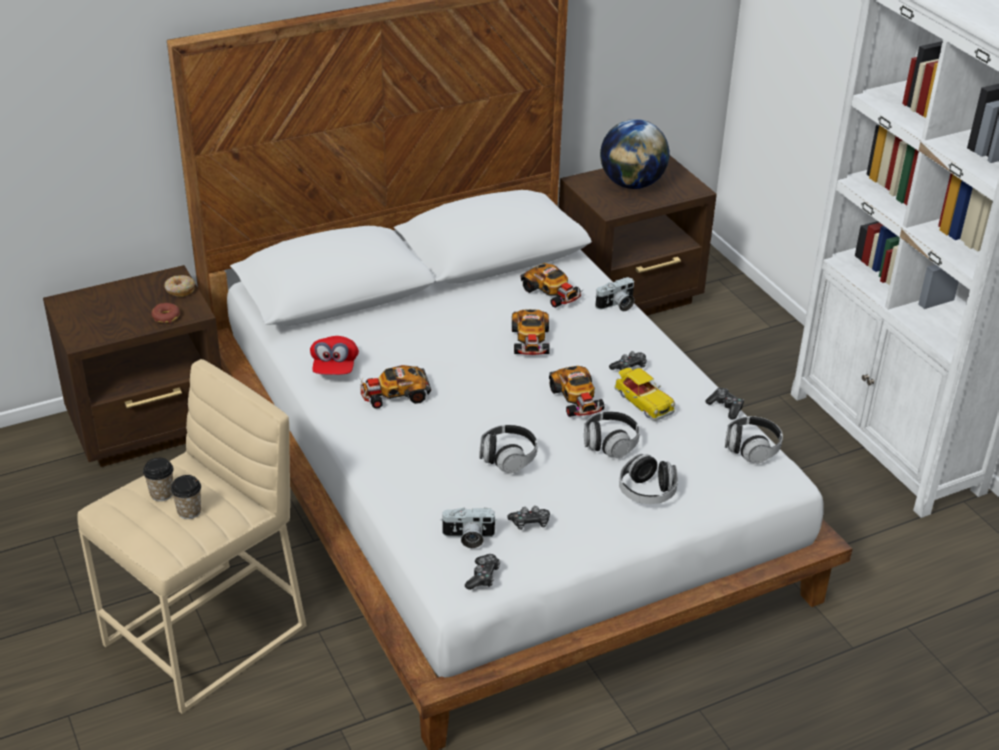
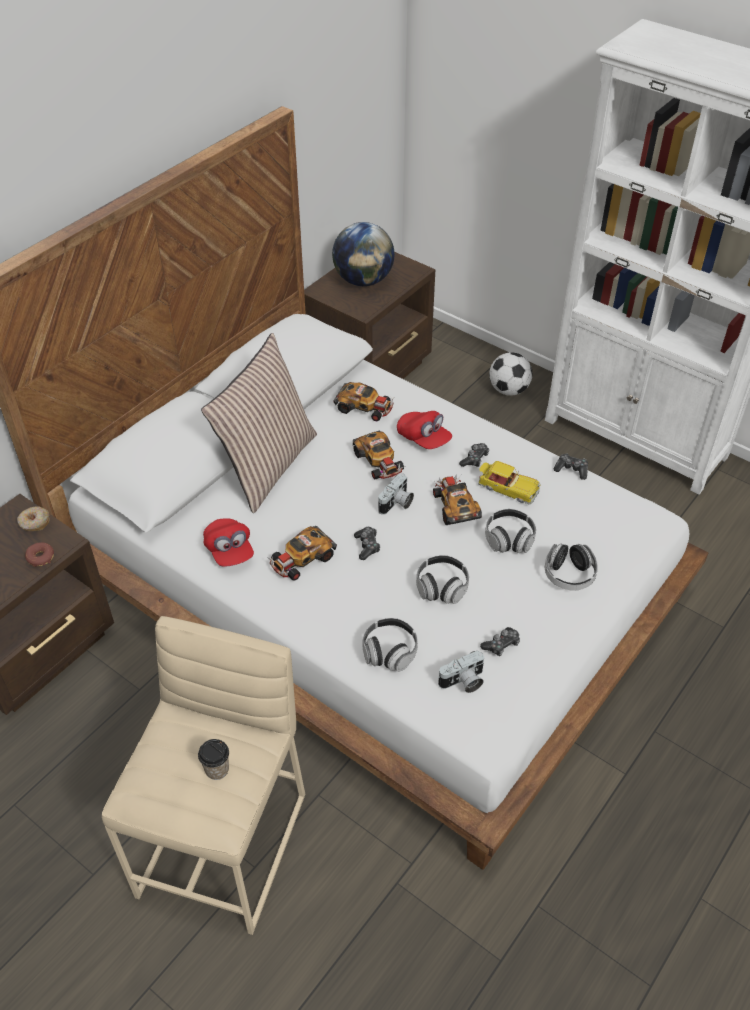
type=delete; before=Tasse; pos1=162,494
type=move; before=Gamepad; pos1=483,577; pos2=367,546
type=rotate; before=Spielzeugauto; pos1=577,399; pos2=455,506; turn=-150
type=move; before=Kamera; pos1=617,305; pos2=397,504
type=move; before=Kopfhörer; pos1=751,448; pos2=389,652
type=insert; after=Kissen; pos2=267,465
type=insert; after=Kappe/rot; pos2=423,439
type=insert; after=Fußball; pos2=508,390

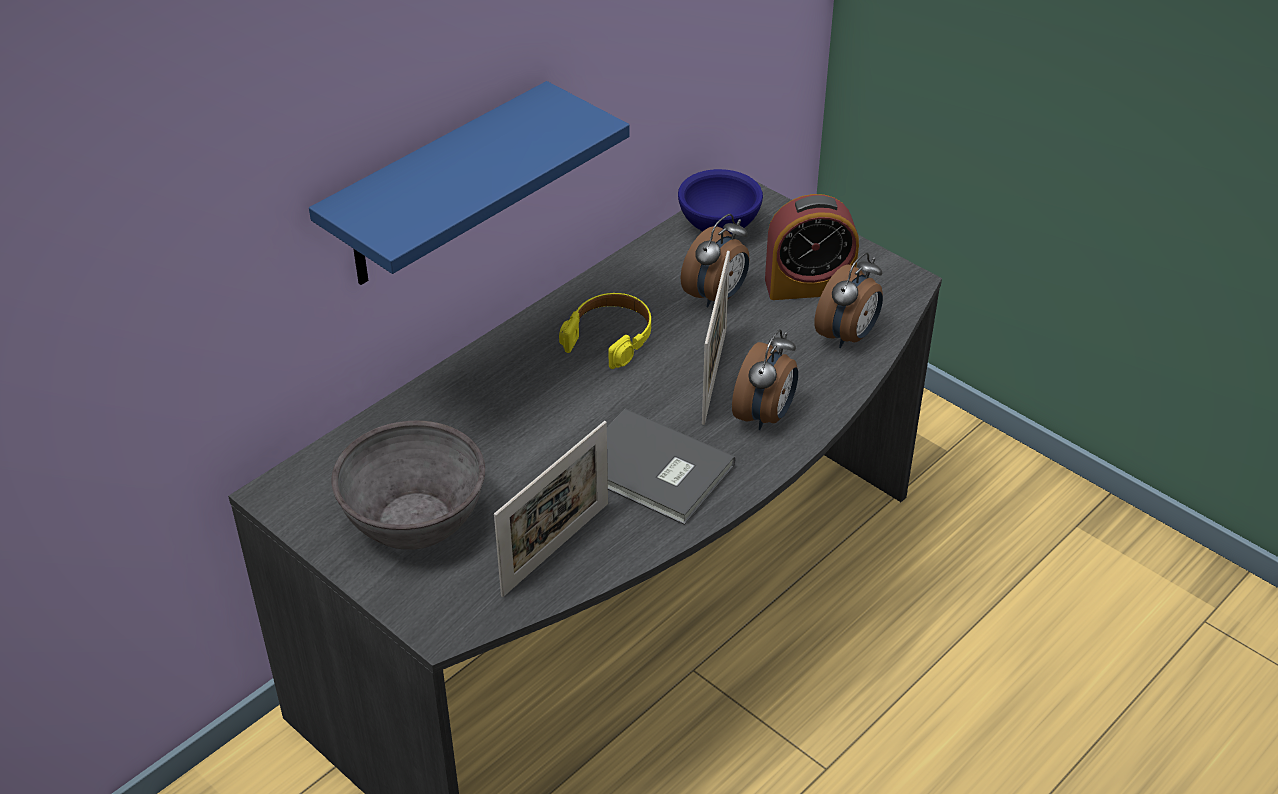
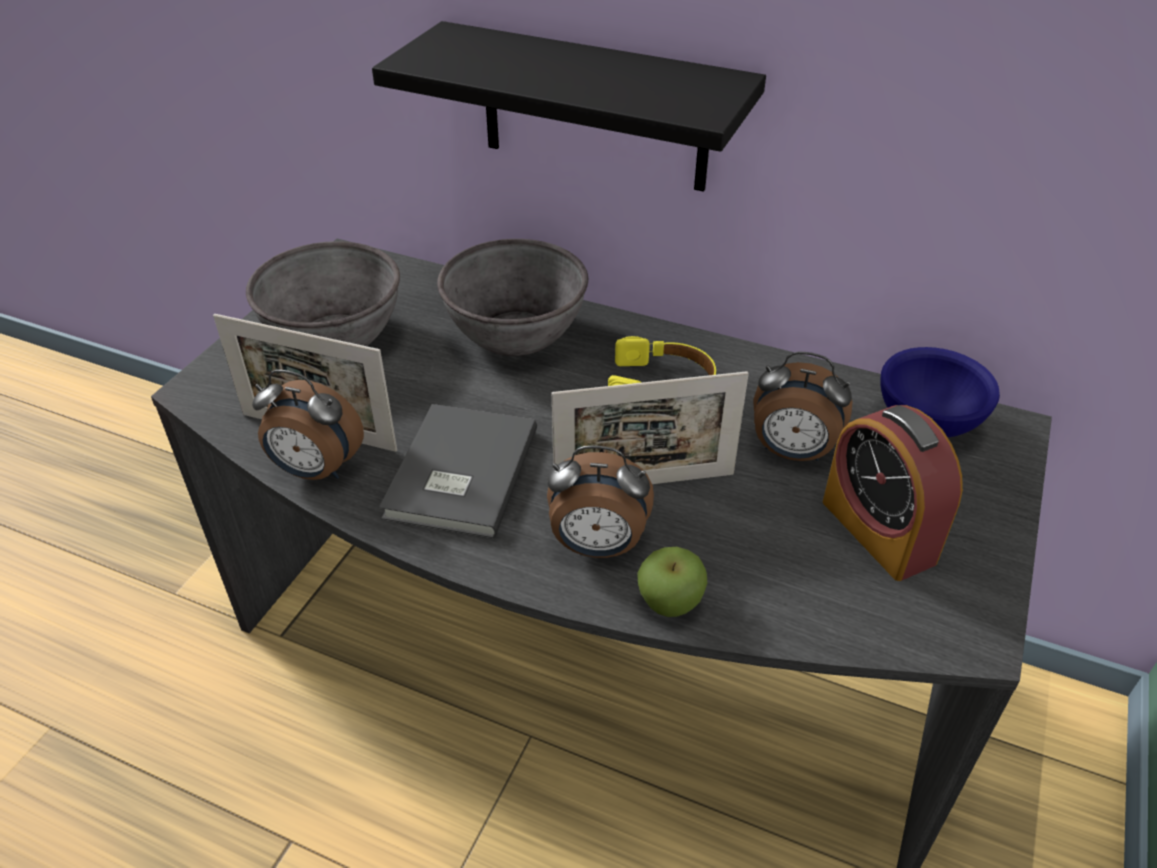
type=recolor; before=Wandregal/blau; after=Wandregal/schwarz; pos1=438,188; pos2=594,109
type=move; before=Wecker; pos1=848,336; pos2=315,470
type=insert; after=Schüssel/grau; pos2=516,333
type=insert; after=Apfel; pos2=670,604

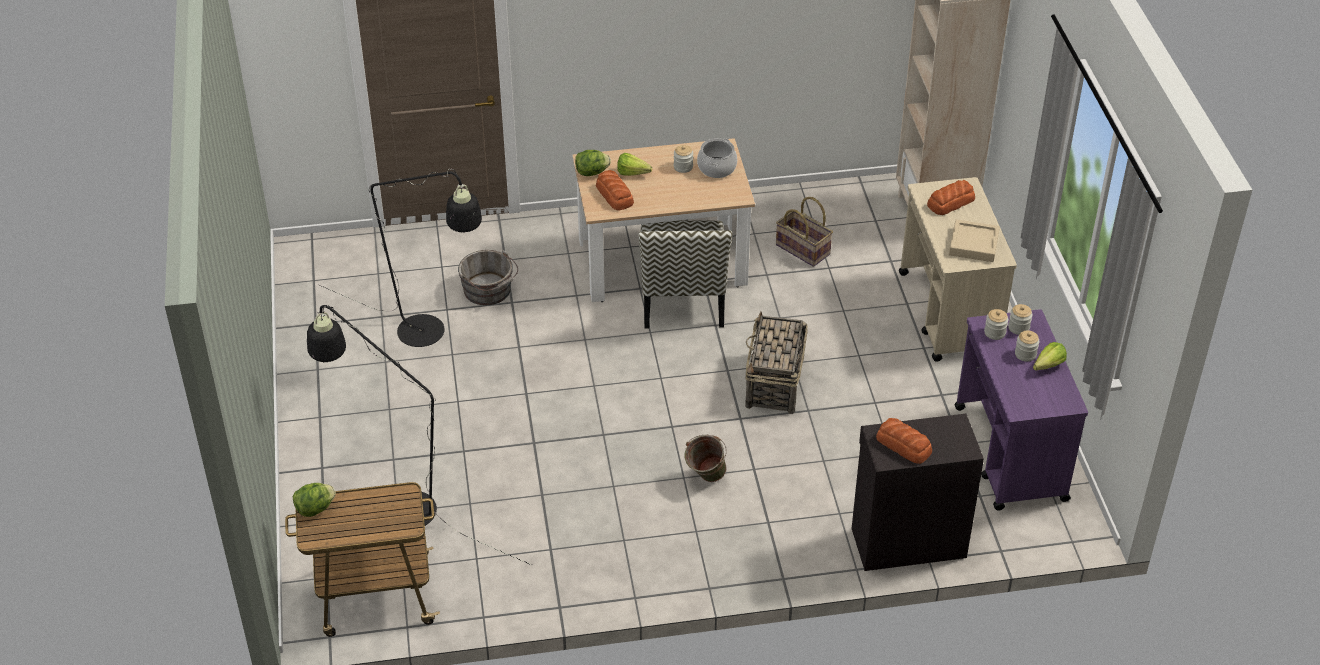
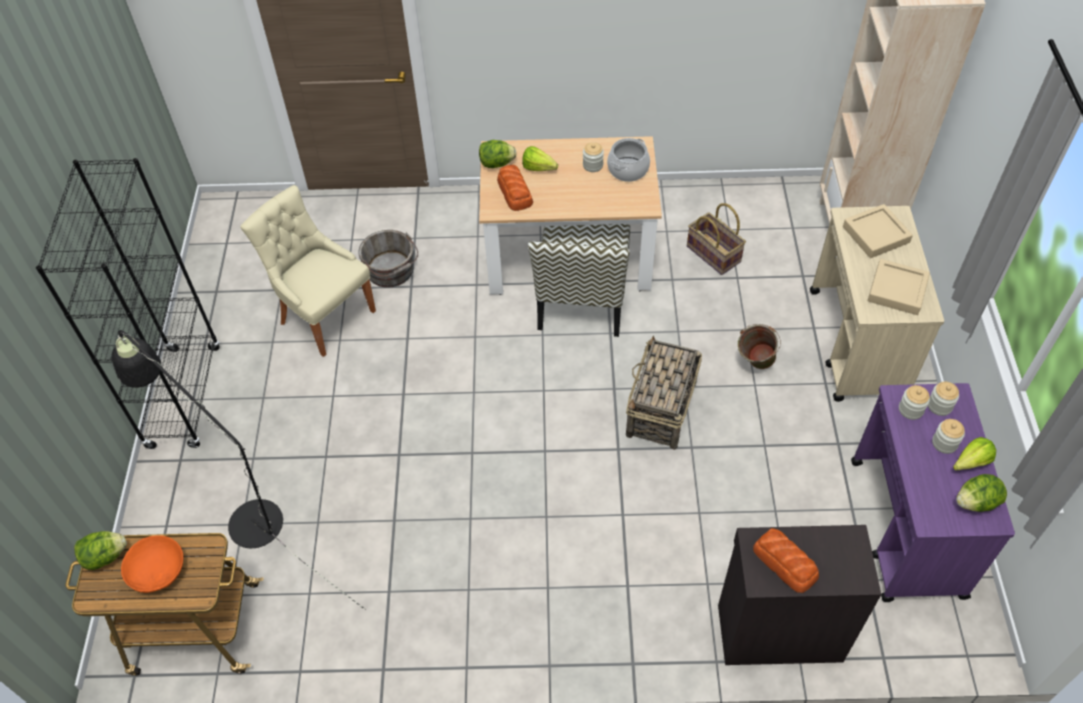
type=replace; before=Stehlampe/schwarz; after=Stuhl/beige; pos1=431,335; pos2=324,315
type=move; before=Eimer/grün; pos1=705,479; pos2=754,365
type=replace; before=Brot; after=Tablett/beige; pos1=950,202; pos2=875,234
type=insert; after=Bücherregal/schwarz; pos2=184,397
type=insert; after=Schüssel/orange; pos2=158,571
type=insert; after=Salatkopf; pos2=976,502

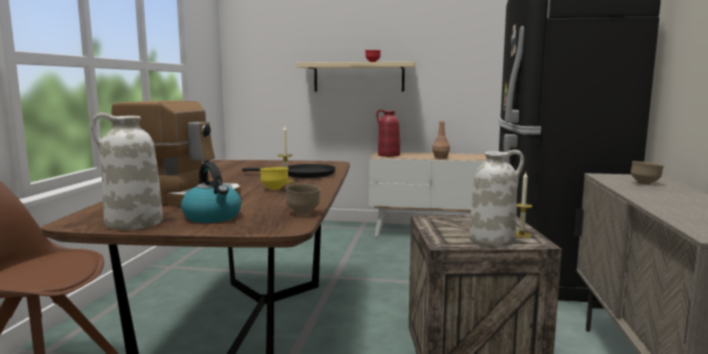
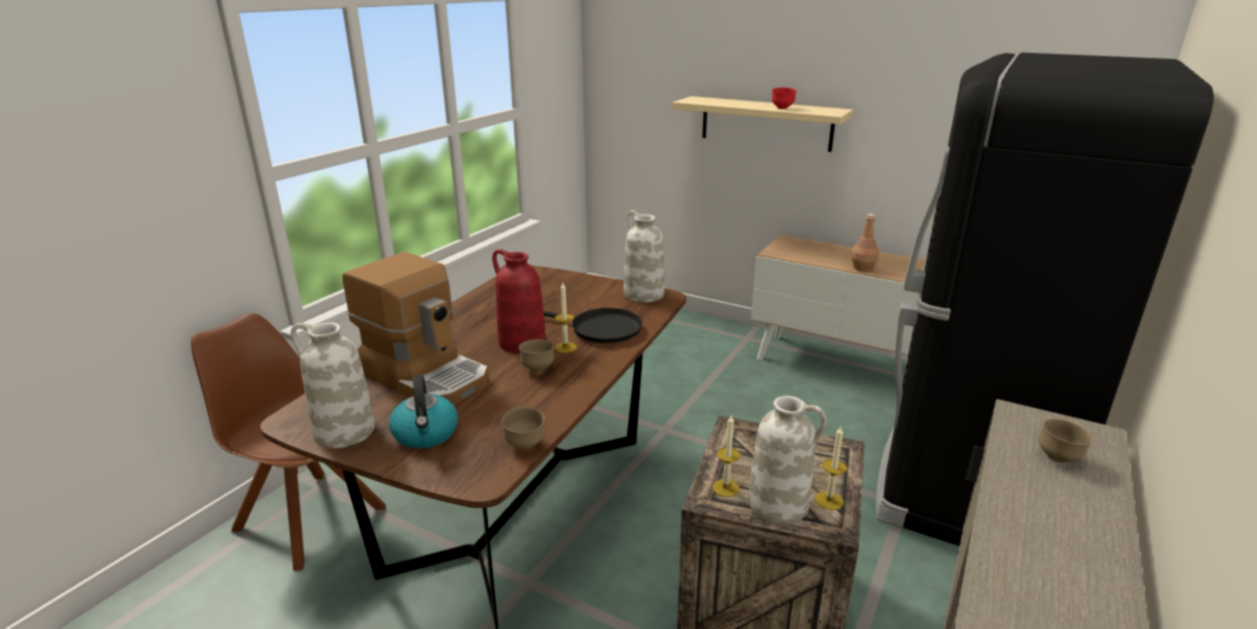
type=recolor; before=Schüssel/gelb; after=Schüssel/braun; pos1=274,189; pos2=538,369
type=move; before=Vase/rot; pos1=388,155; pos2=521,342
type=insert; after=Vase/weiß; pos2=643,294
type=insert; after=Kerze; pos2=726,488

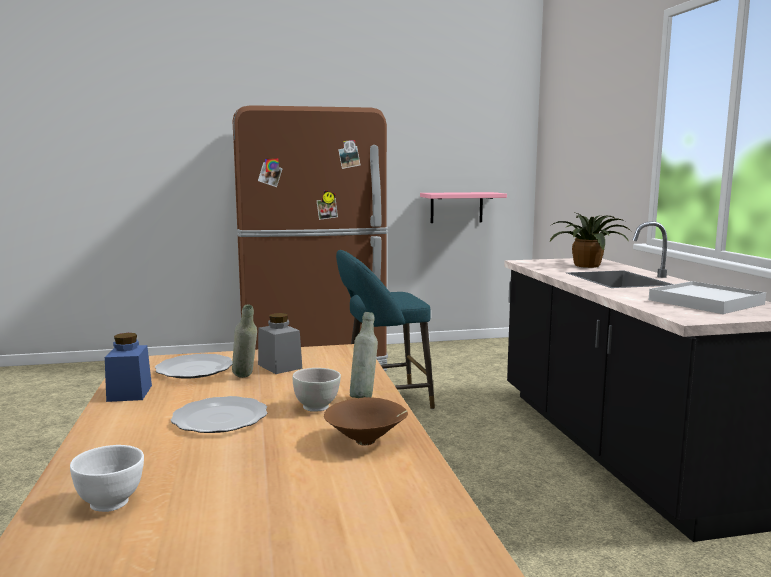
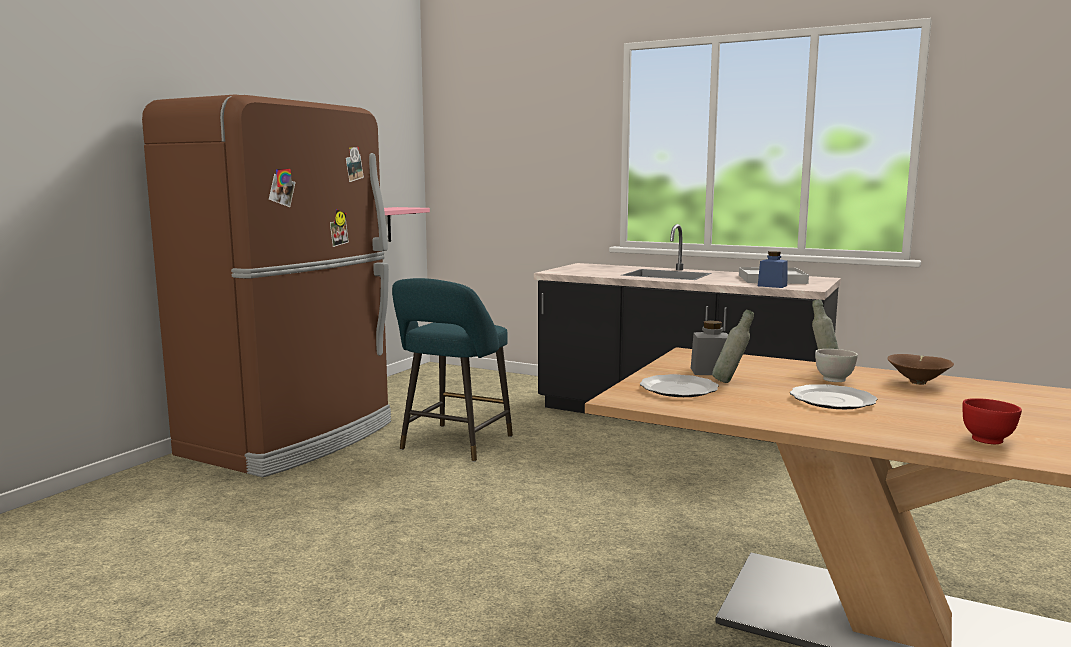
type=recolor; before=Schüssel/weiß; after=Schüssel/rot; pos1=111,503; pos2=987,440
type=move; before=Vorratsglas/blau; pos1=129,393; pos2=772,286
type=delete; before=Topfpflanze; pos1=588,266

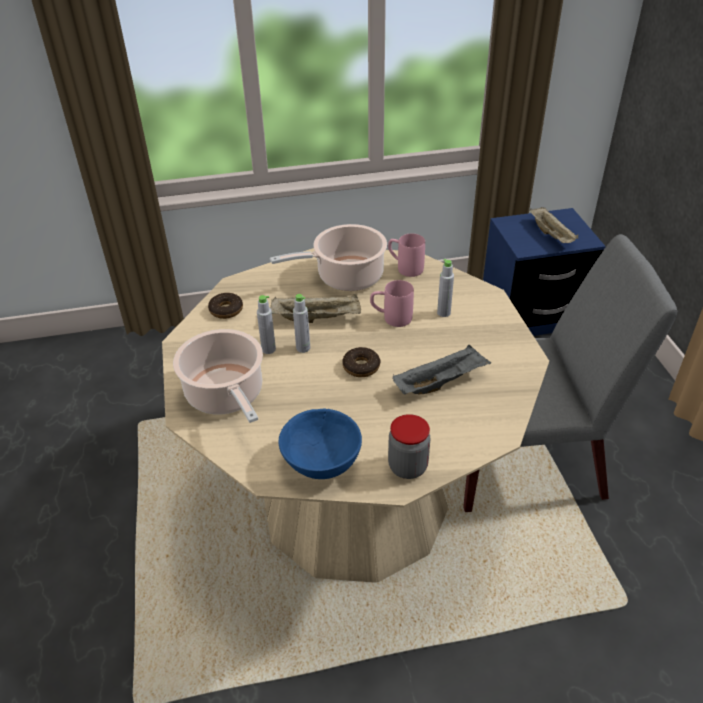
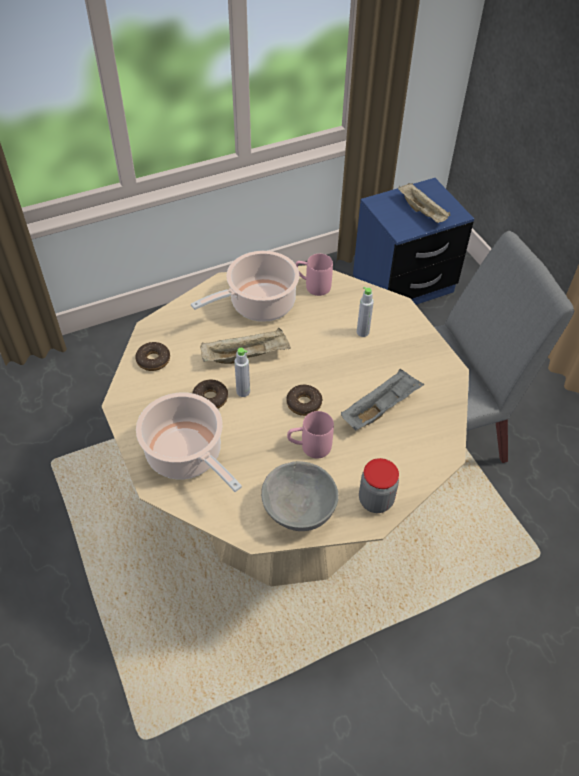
type=replace; before=Flasche/grau; after=Donut; pos1=268,349; pos2=210,398
type=recolor; before=Schüssel/blau; after=Schüssel/grau; pos1=320,463; pos2=298,511
type=move; before=Henkelbecher/rosa; pos1=391,318; pos2=309,447

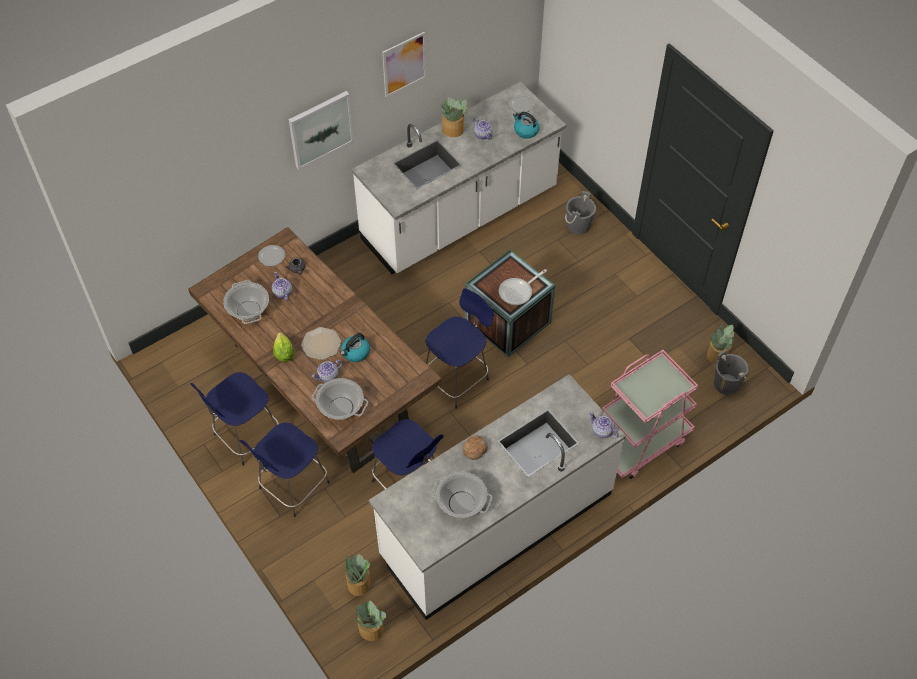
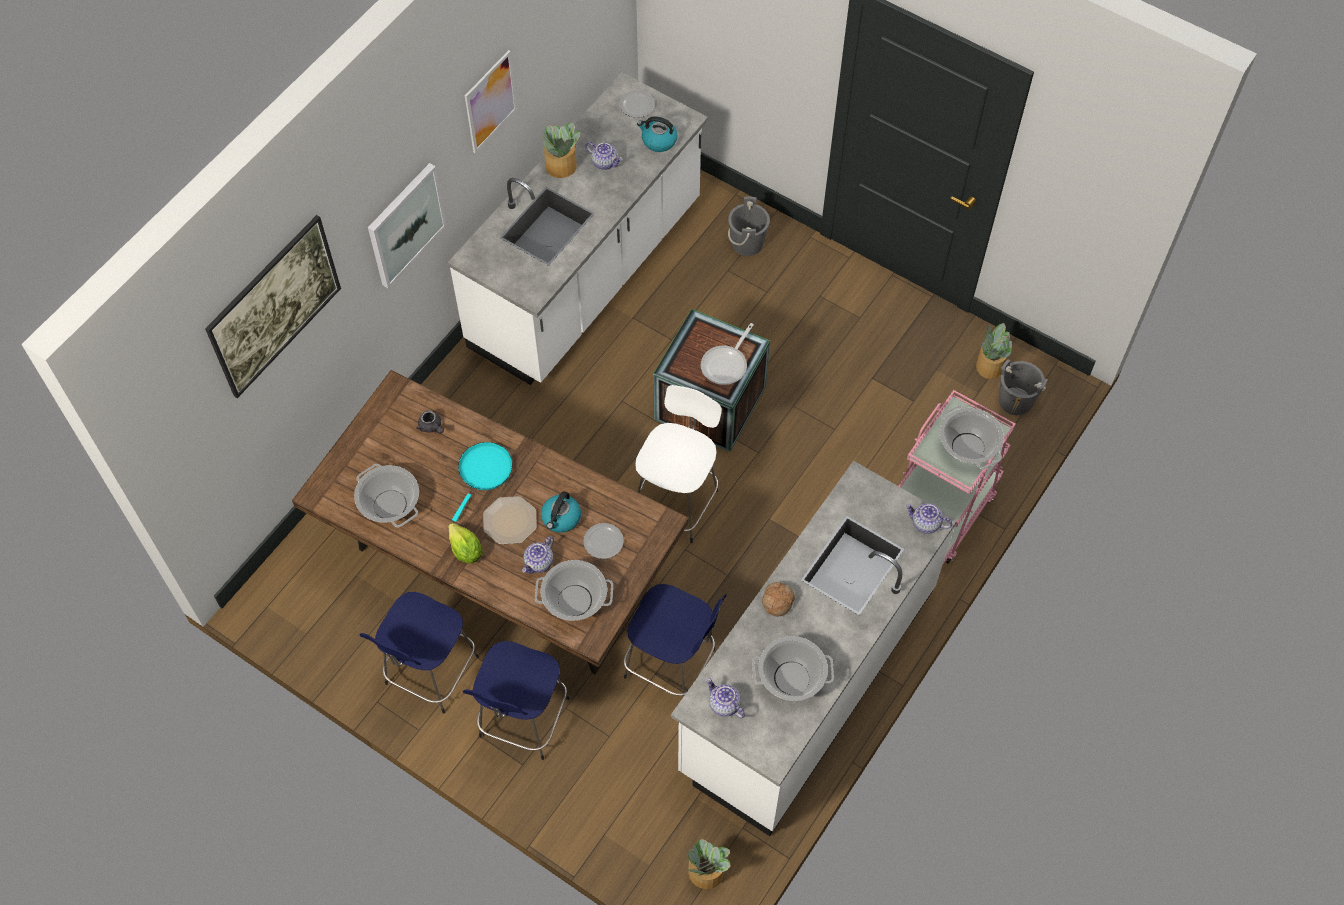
type=move; before=Teller; pos1=272,256; pos2=604,541
type=move; before=Teekanne; pos1=282,293; pos2=724,704
type=delete; before=Topfpflanze; pos1=358,584
type=recolor; before=Hocker/blau; after=Hocker/weiß; pos1=457,378; pos2=677,502
type=insert; after=Bild; pos2=280,323
type=insert; after=Pfanne/türkis; pos2=484,472
type=insert; after=Kochtopf; pos2=967,447

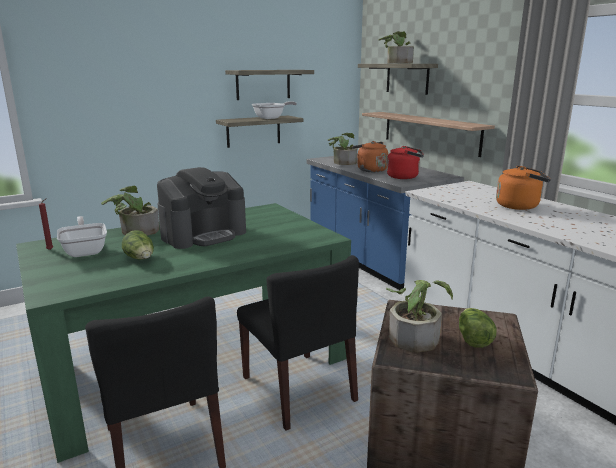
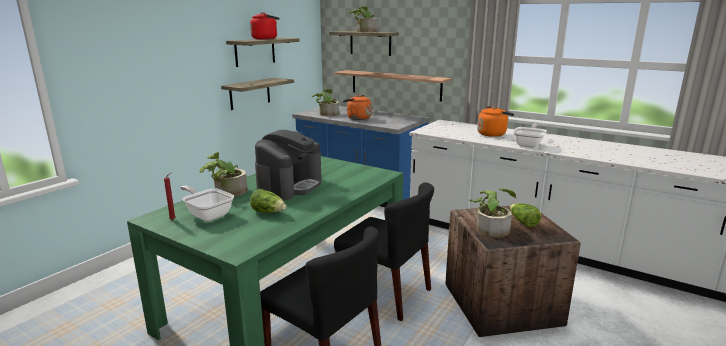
type=move; before=Pfanne; pos1=272,118; pos2=529,144
type=move; before=Wasserkessel/rot; pos1=404,177; pos2=266,39

